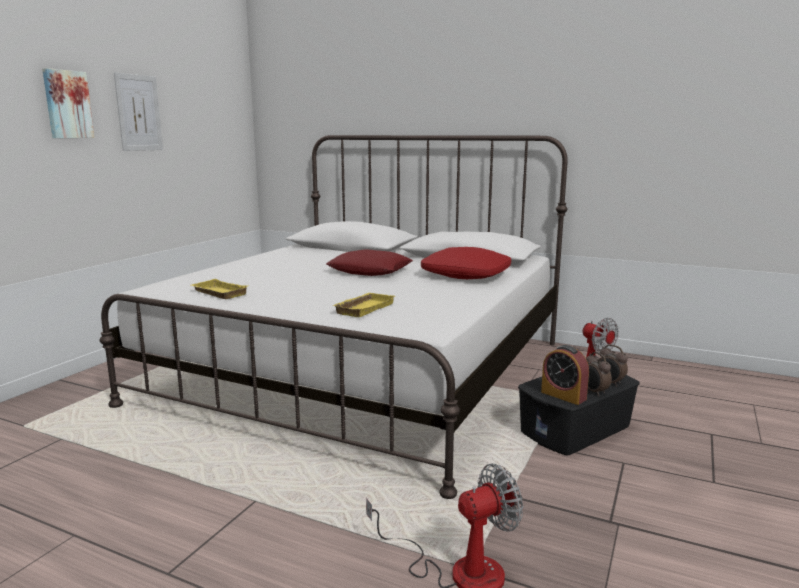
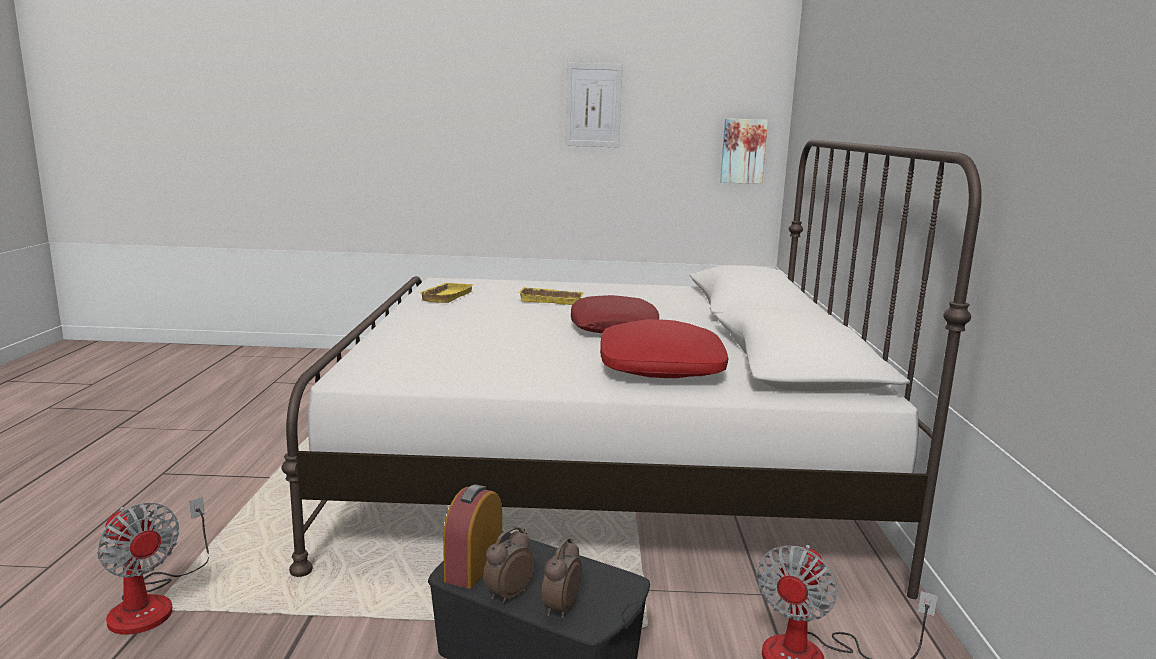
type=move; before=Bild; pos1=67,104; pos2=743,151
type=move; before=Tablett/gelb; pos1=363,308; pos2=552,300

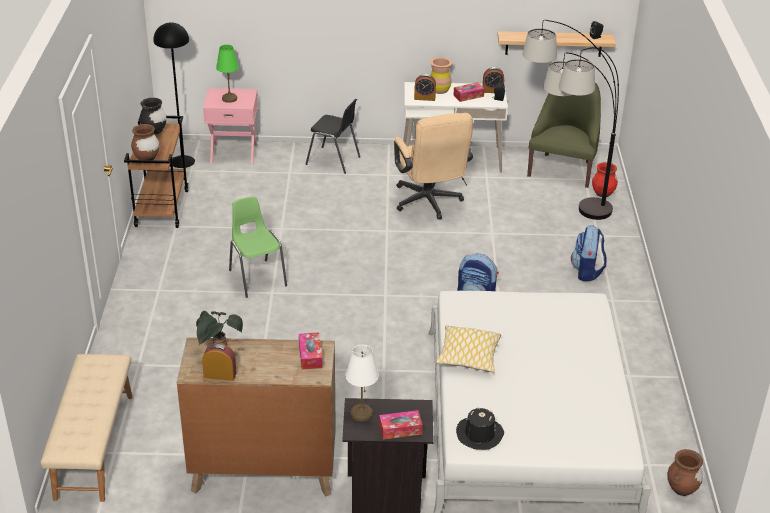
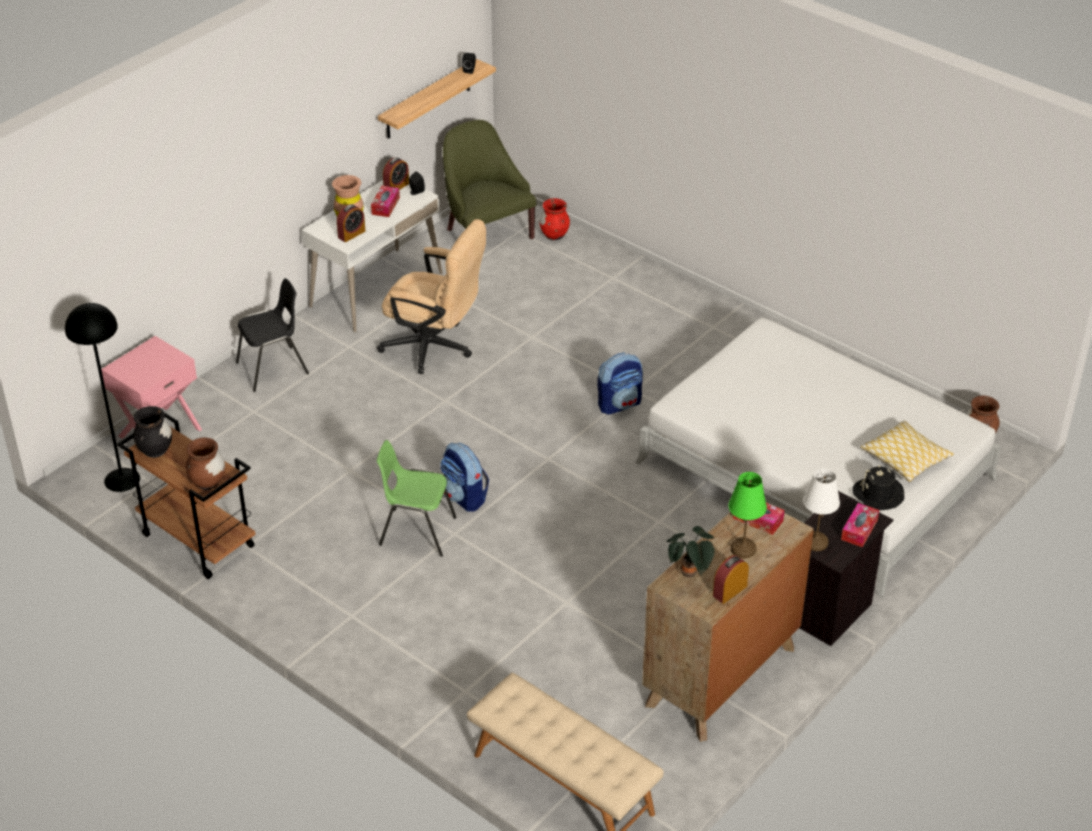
type=move; before=Tischlampe/grün; pos1=229,99; pos2=743,549
type=move; before=Kissen; pos1=468,356; pos2=905,459
type=delete; before=Stehlampe; pos1=559,219
type=move; before=Rucksack; pos1=587,271; pos2=464,497

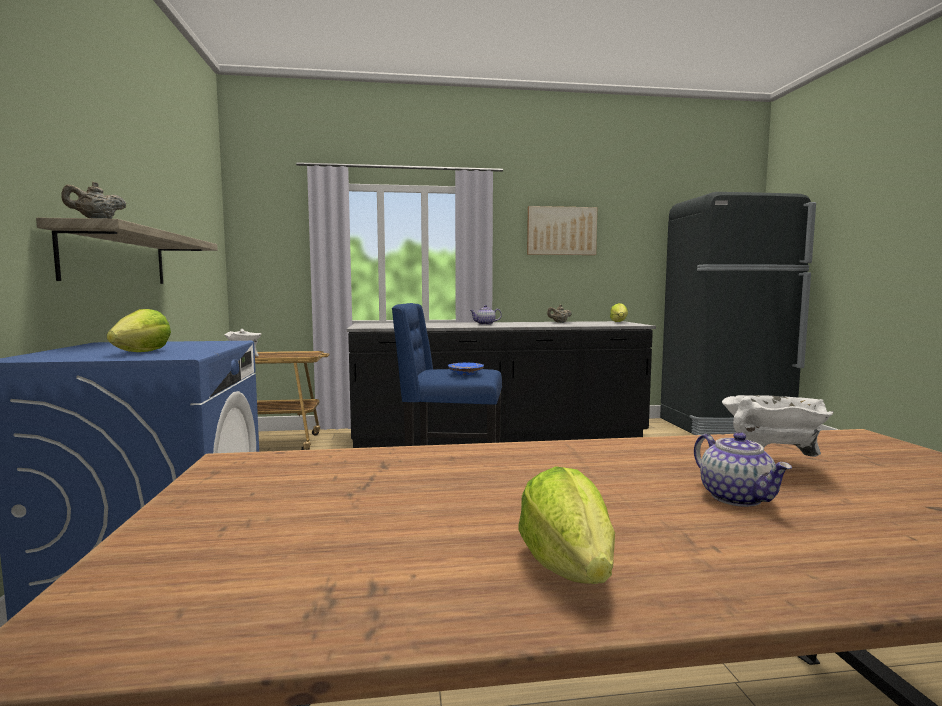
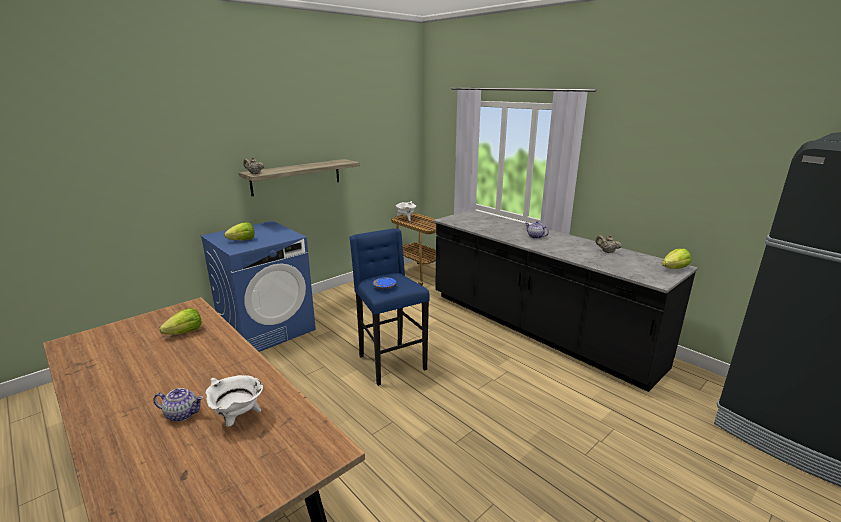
type=move; before=Salatkopf; pos1=569,568; pos2=185,332
type=delete; before=Bild; pos1=561,231
type=rotate; before=Teekanne; pos1=737,498; pos2=182,414; turn=-120

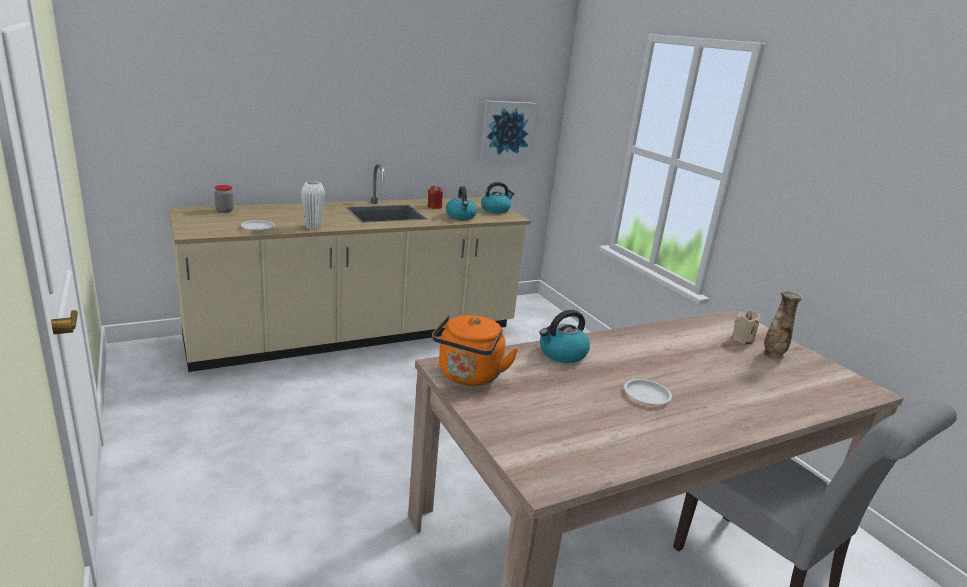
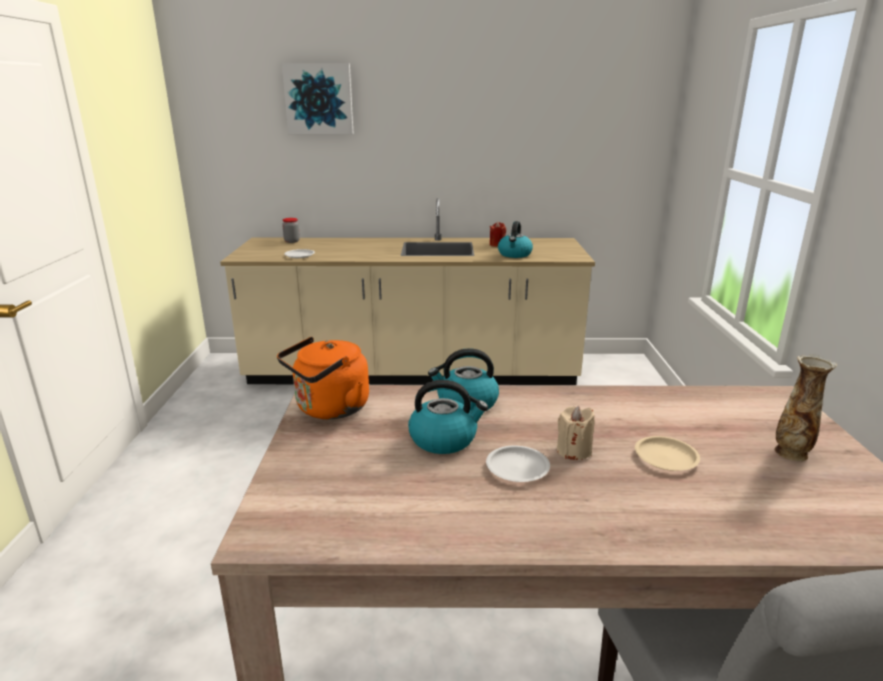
type=delete; before=Vase/weiß; pos1=313,227
type=move; before=Bild; pos1=506,130; pos2=319,99
type=move; before=Wasserkessel; pos1=495,210; pos2=444,439
type=move; before=Kerze/beige; pos1=742,339; pos2=573,451
type=insert; after=Teller/beige; pos2=666,457

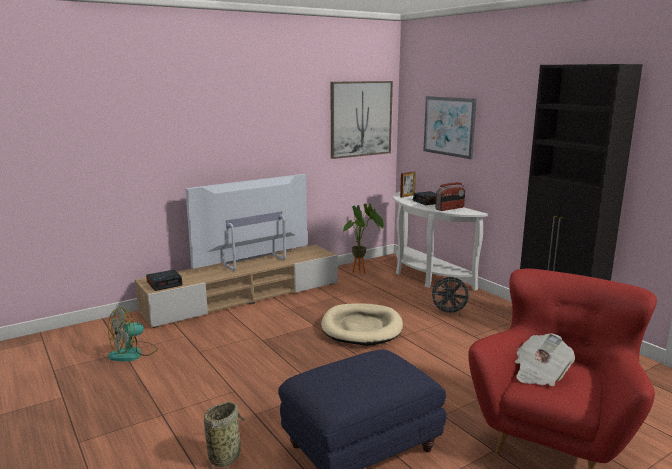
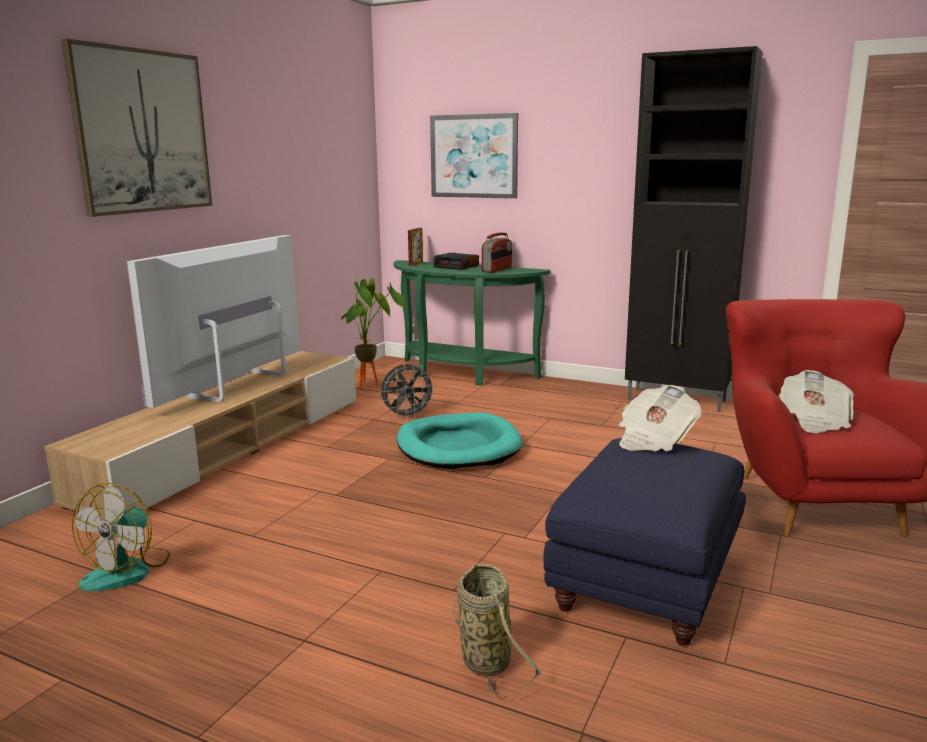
type=delete; before=Wecker; pos1=165,284
type=recolor; before=Hundebett/beige; after=Hundebett/türkis; pos1=362,327; pos2=458,446
type=move; before=Bild; pos1=361,119; pos2=142,131
type=recolor; before=Konsolentisch/weiß; after=Konsolentisch/grün; pos1=426,276; pos2=461,374
type=move; before=Ventilator/grau; pos1=449,313; pos2=407,416
type=insert; after=Zeitung; pos2=654,440

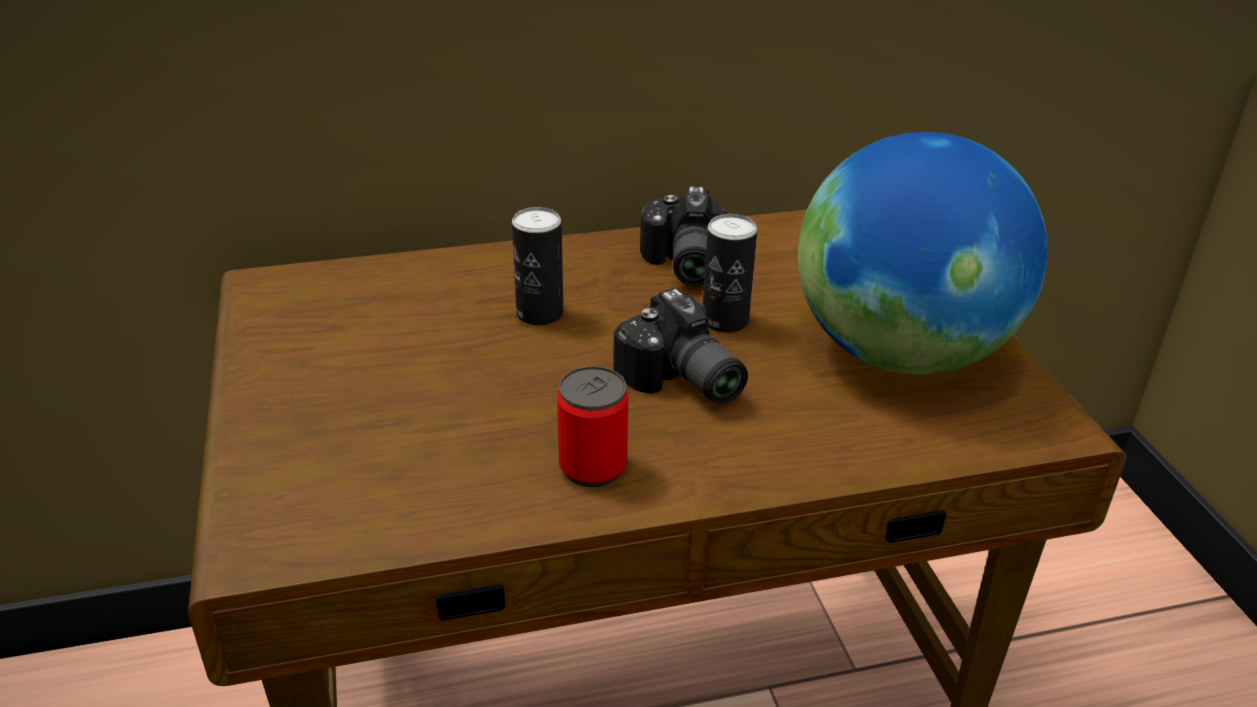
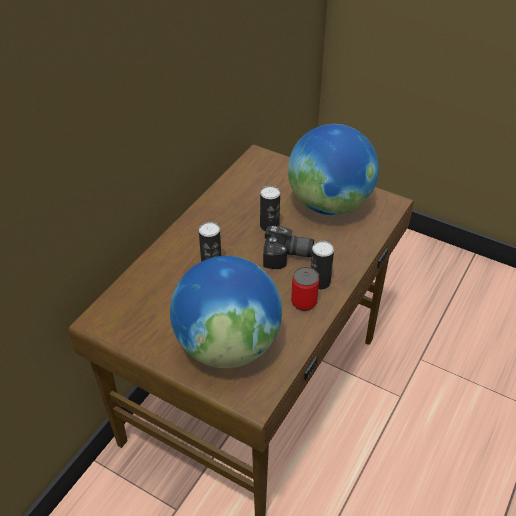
type=delete; before=Kamera; pos1=681,265
type=insert; after=Globus; pos2=228,345
type=insert; after=Dose; pos2=320,282

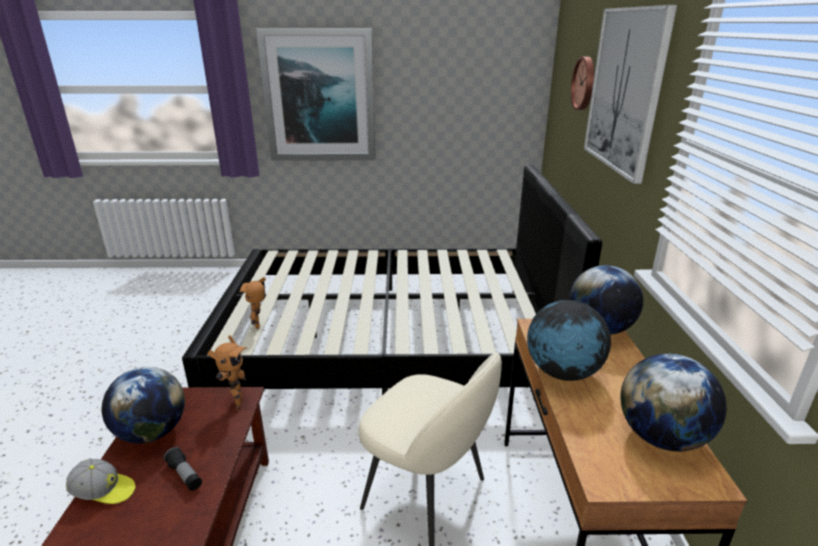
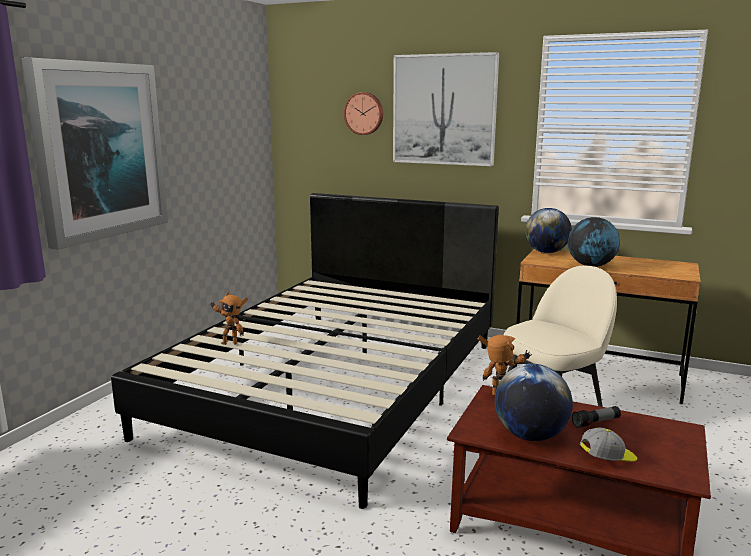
type=rotate; before=Kappe; pos1=104,491; pos2=608,458; turn=45
type=move; before=Spielzeugroboter; pos1=259,325; pos2=230,343
type=delete; before=Globus; pos1=661,437

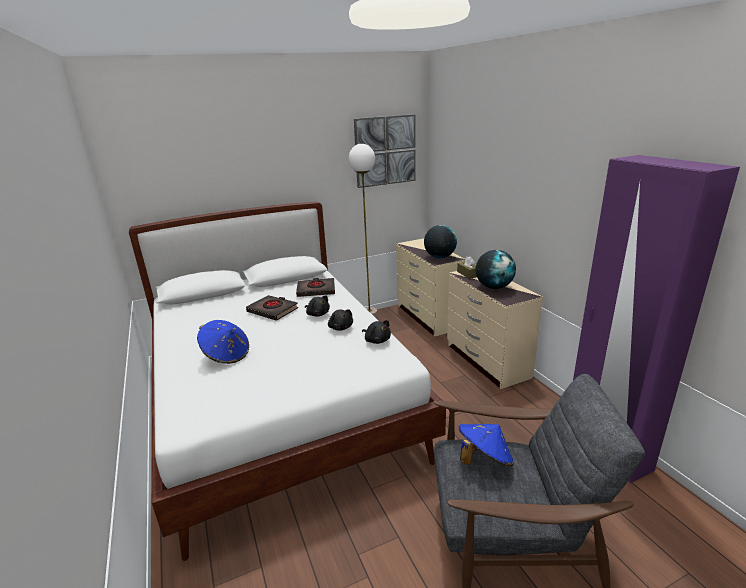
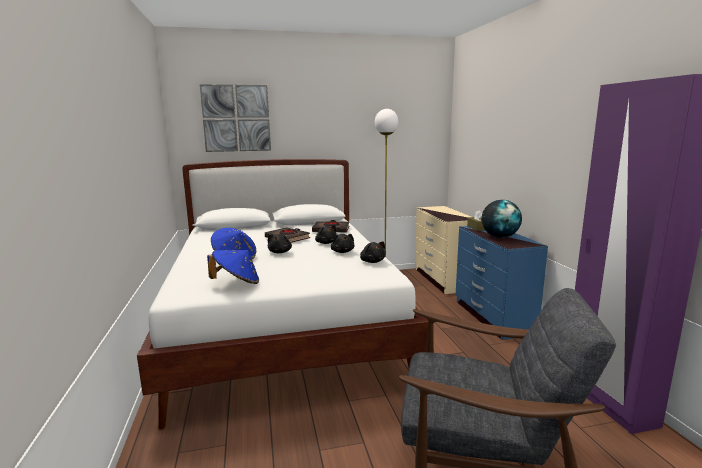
type=move; before=Bild; pos1=385,151; pos2=236,118
type=delete; before=Globus; pos1=439,257
type=recolor; before=Kommode/beige; after=Kommode/blau; pos1=486,361; pos2=492,317
type=move; before=Hut/blau; pos1=484,459; pos2=237,283
type=insert; after=Plüschtier/schwarz; pos2=280,252

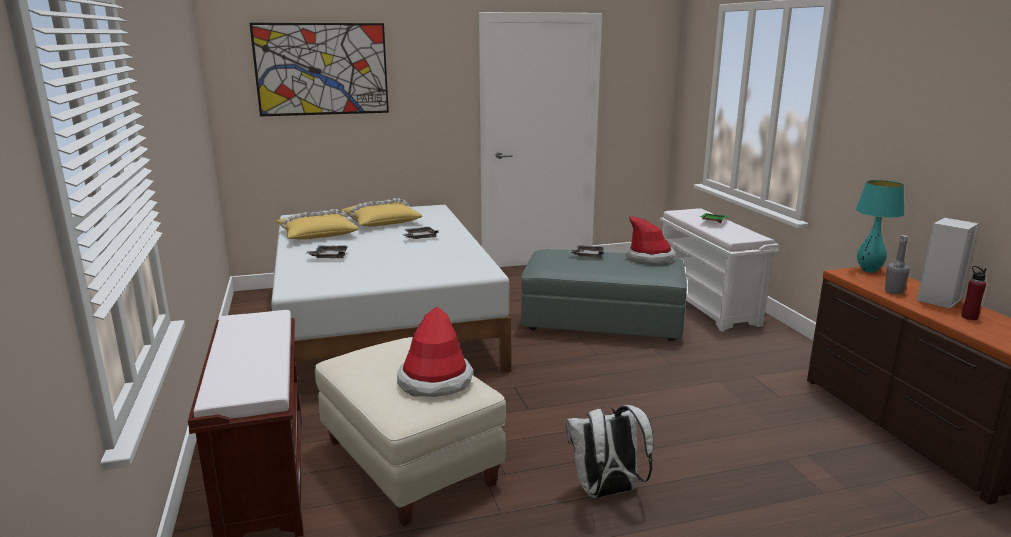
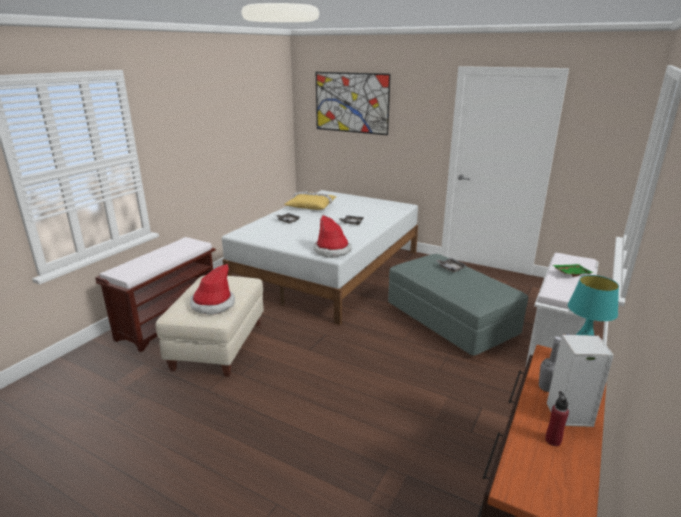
type=delete; before=Kissen/gelb; pos1=381,221
type=delete; before=Rucksack/weiß; pos1=606,492
type=move; before=Hut; pos1=649,257; pos2=332,251

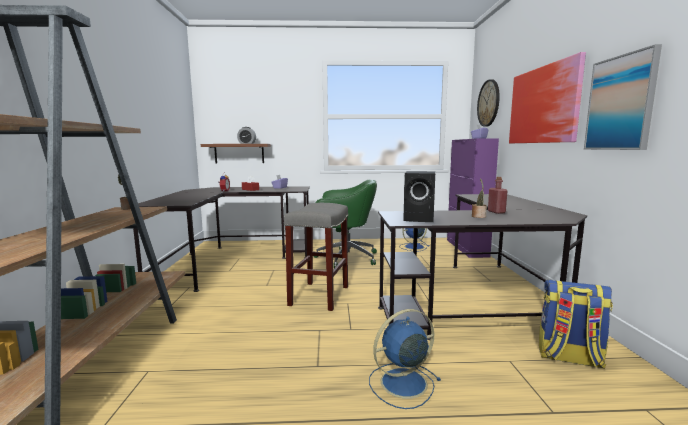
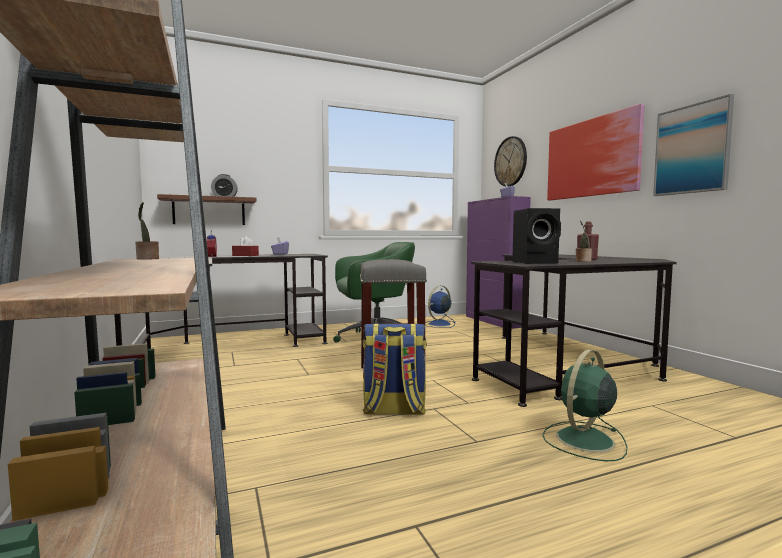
type=recolor; before=Ventilator/blau; after=Ventilator/grün; pos1=401,383; pos2=583,440
type=move; before=Rucksack; pos1=569,357; pos2=393,410

